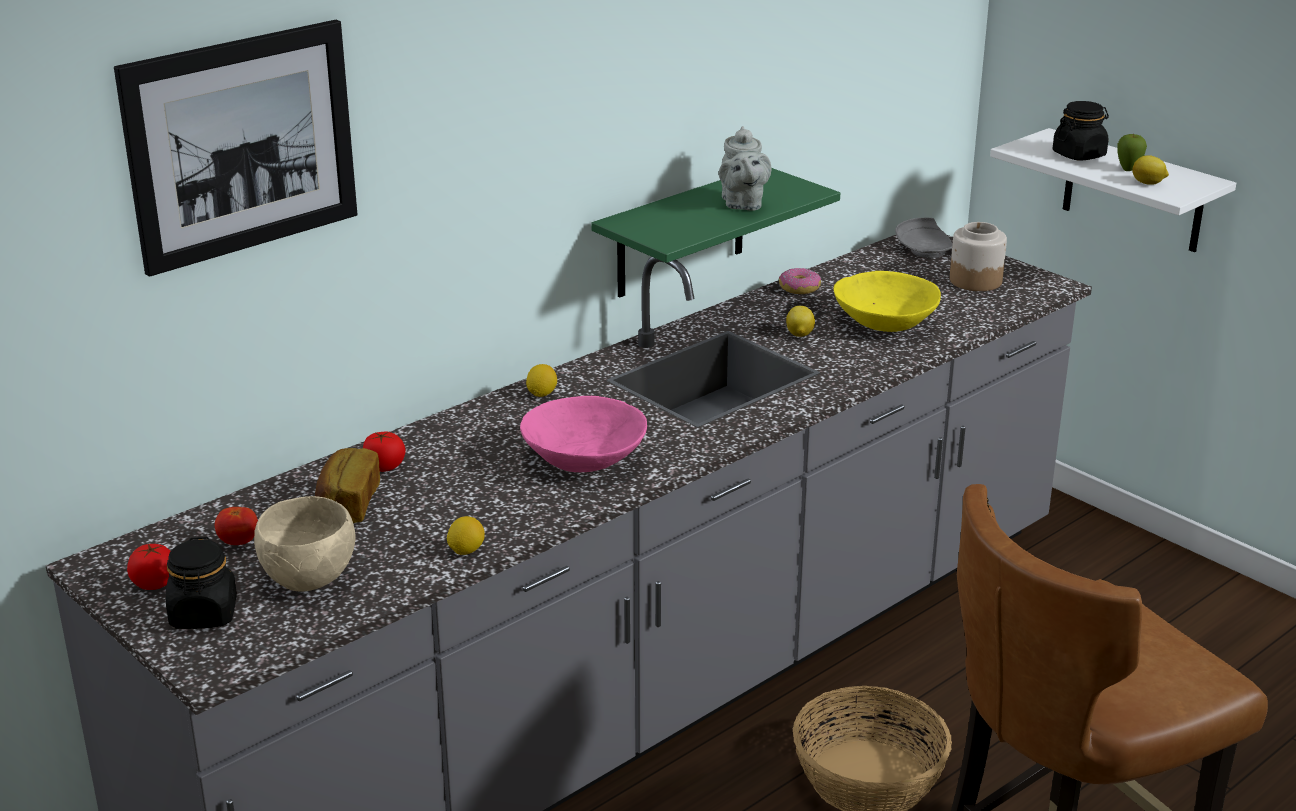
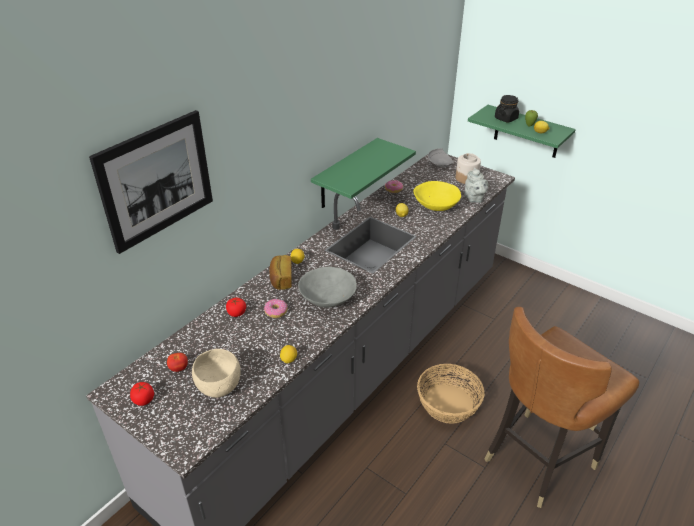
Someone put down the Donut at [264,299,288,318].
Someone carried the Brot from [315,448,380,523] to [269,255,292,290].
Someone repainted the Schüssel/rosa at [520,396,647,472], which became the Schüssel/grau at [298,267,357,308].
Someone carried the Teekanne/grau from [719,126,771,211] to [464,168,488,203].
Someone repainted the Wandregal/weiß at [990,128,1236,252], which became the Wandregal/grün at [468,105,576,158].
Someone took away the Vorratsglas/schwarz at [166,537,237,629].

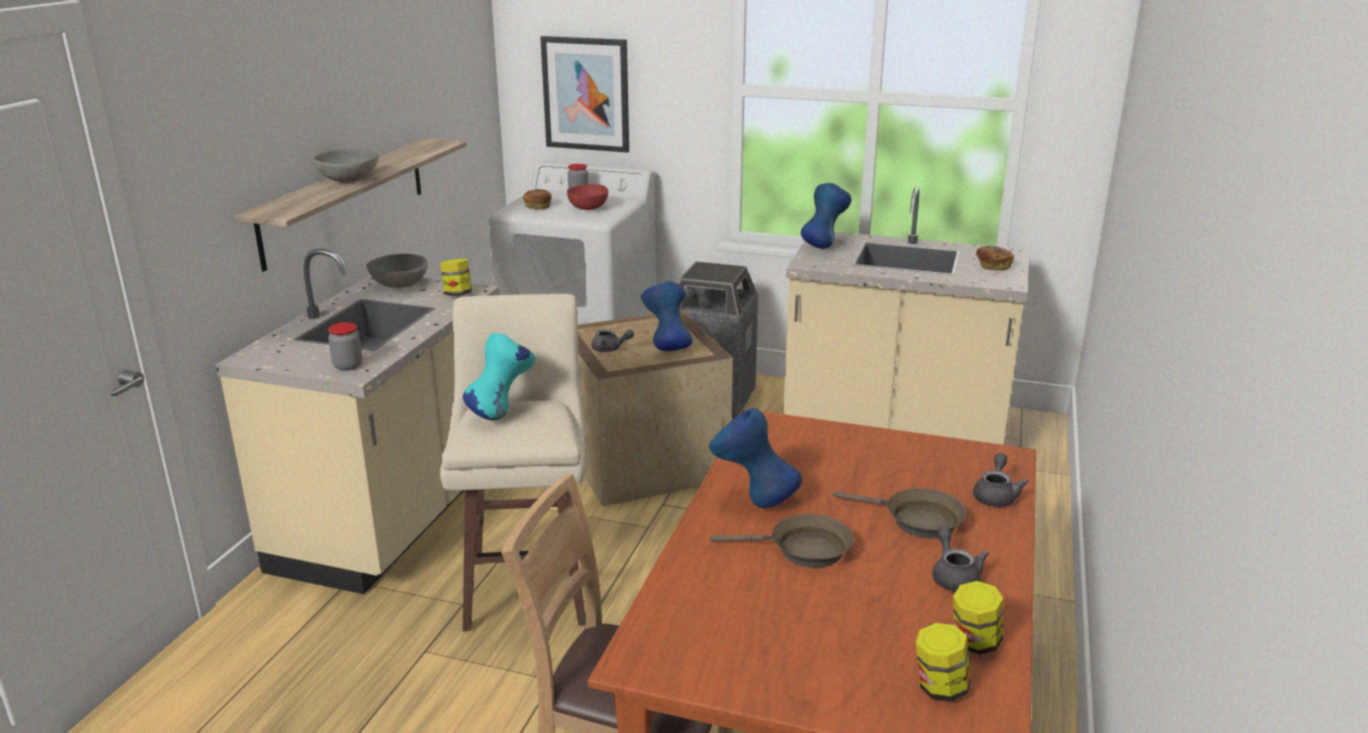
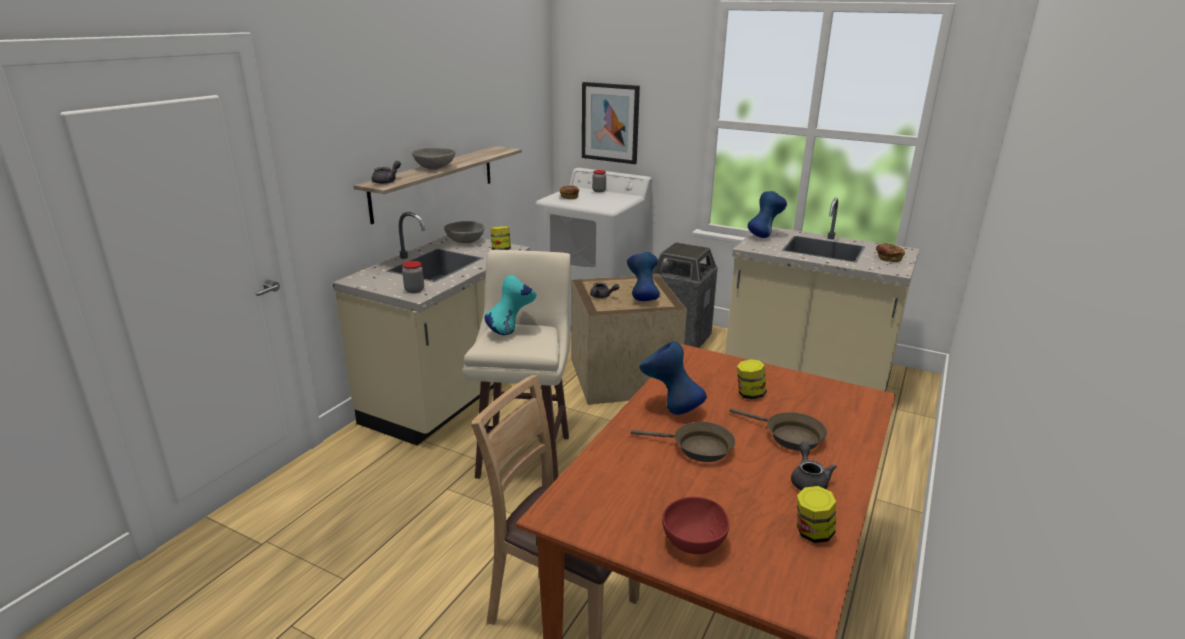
Someone carried the Teekanne/grau from [973,453,1028,507] to [372,161,401,184].
Someone carried the Schüssel/rot from [567,184,608,210] to [662,497,730,554].
Someone carried the Vorratsglas from [916,623,970,702] to [737,359,767,399].

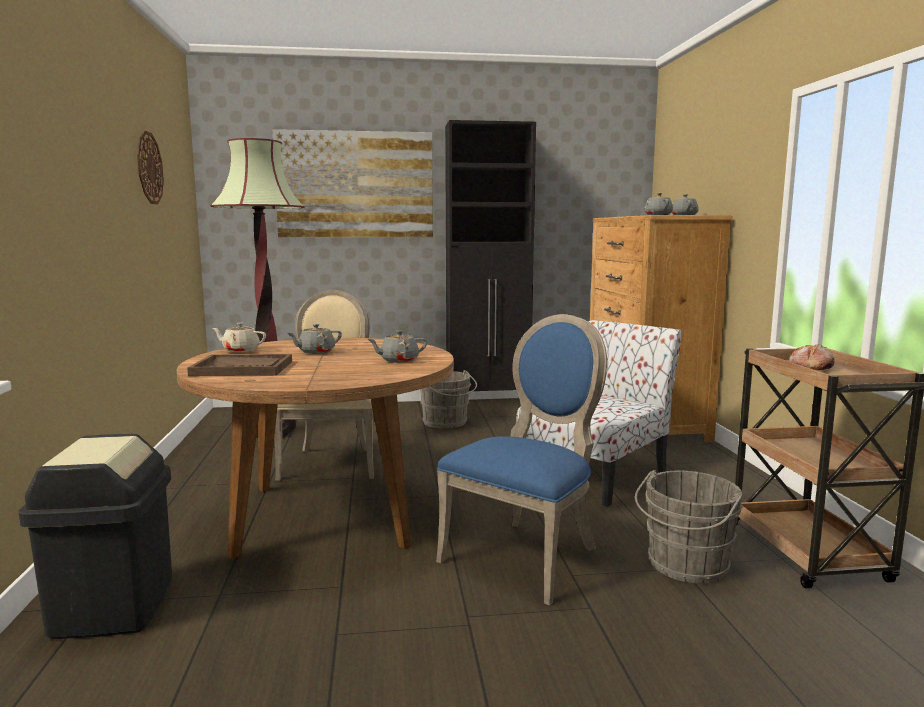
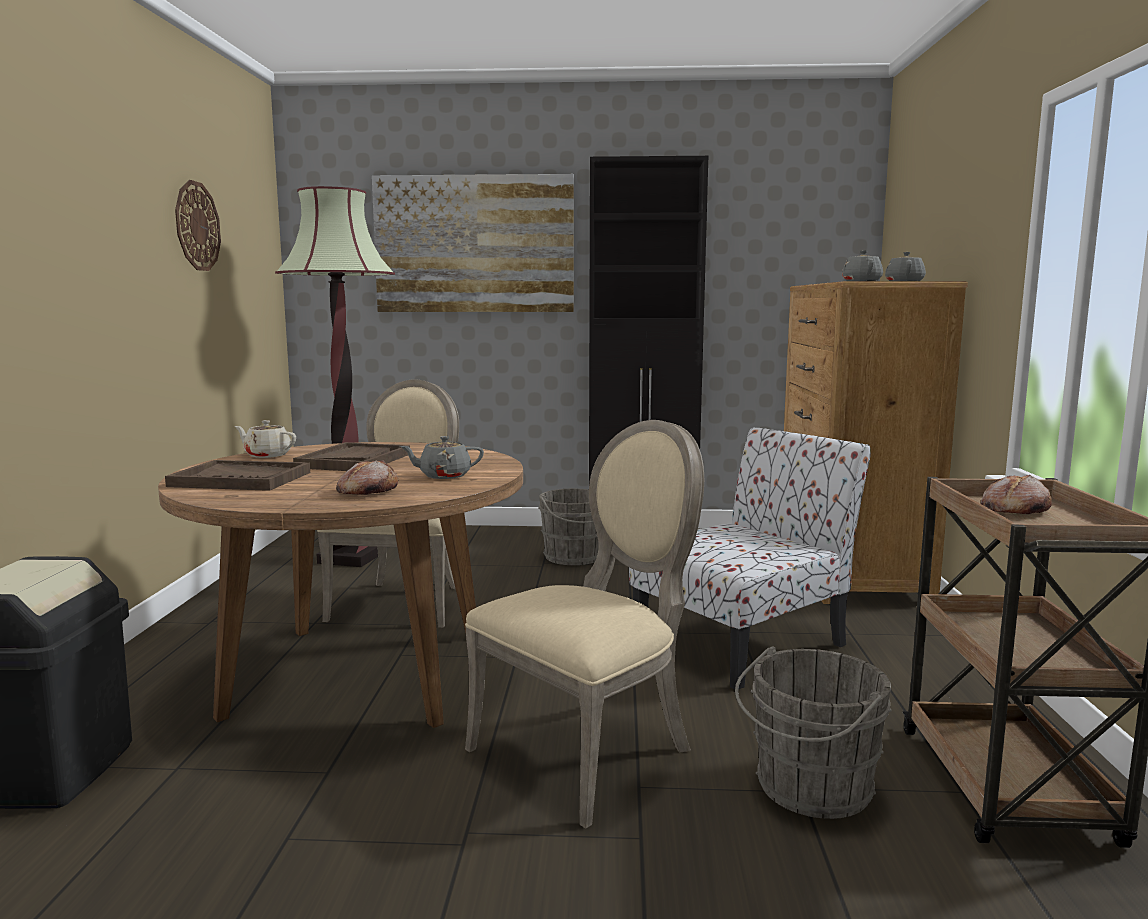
Someone swapped the Teekanne/grau at [287,324,342,354] for the Tablett/braun at [293,442,410,471].
Someone put down the Brot at [336,460,398,495].
Someone repainted the Stuhl/blau at [436,314,607,606], which became the Stuhl/beige at [465,420,704,829].

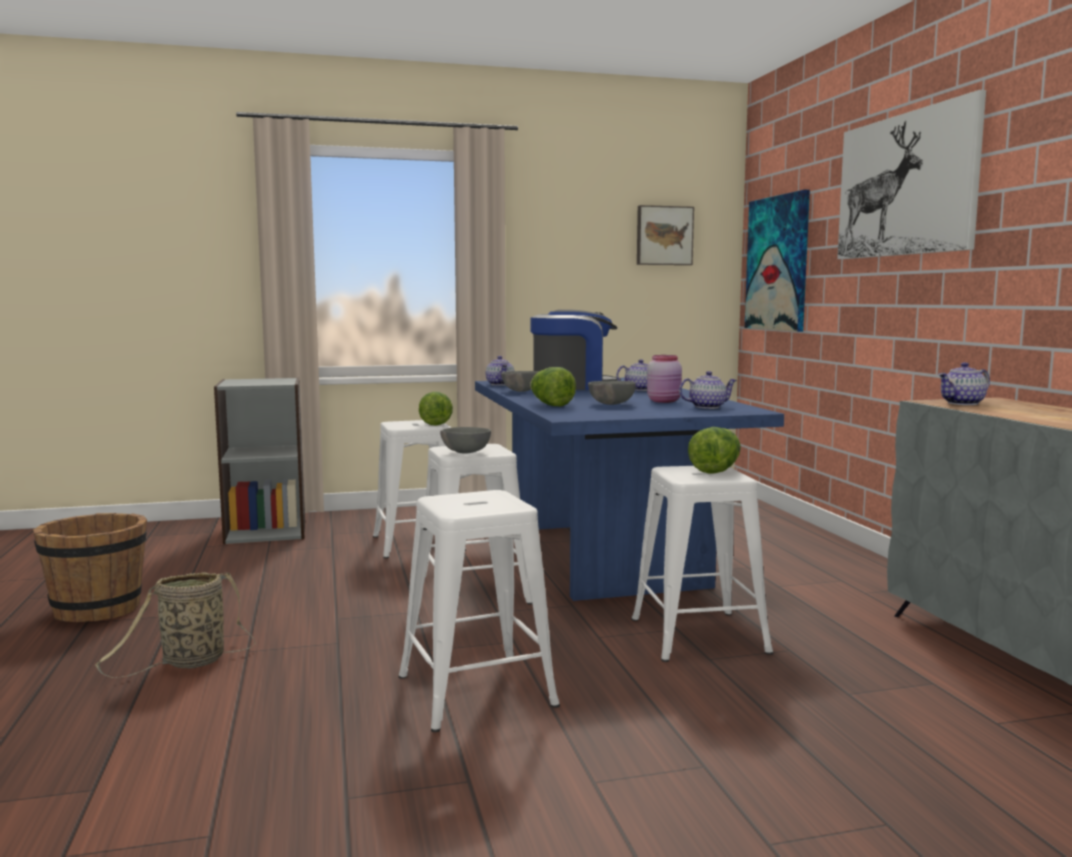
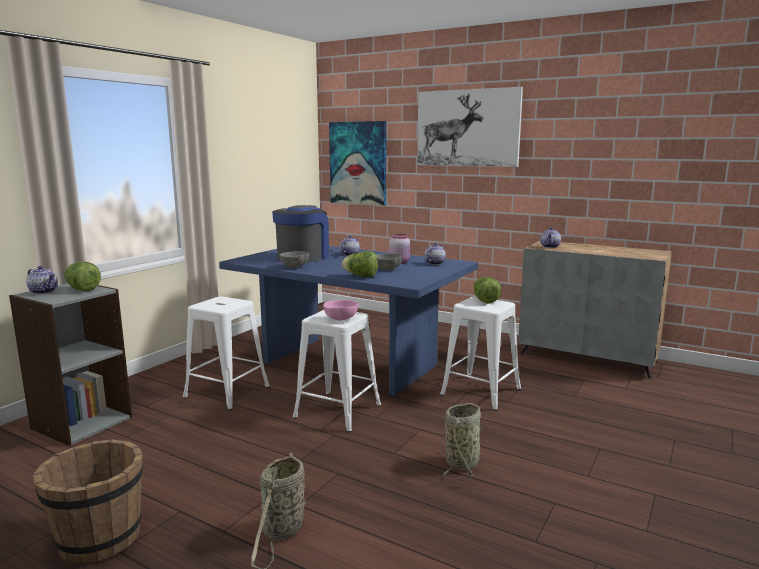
Someone carried the Teekanne from [486,356,514,386] to [26,266,58,294].
Someone carried the Salatkopf from [419,392,453,426] to [64,262,101,291].
Someone repainted the Schüssel/grau at [440,427,491,454], which became the Schüssel/rosa at [323,300,358,320].
Someone swapped the Hocker/weiß at [399,490,560,732] for the Korb at [443,403,482,479].
Someone took away the Bild at [637,205,694,265].

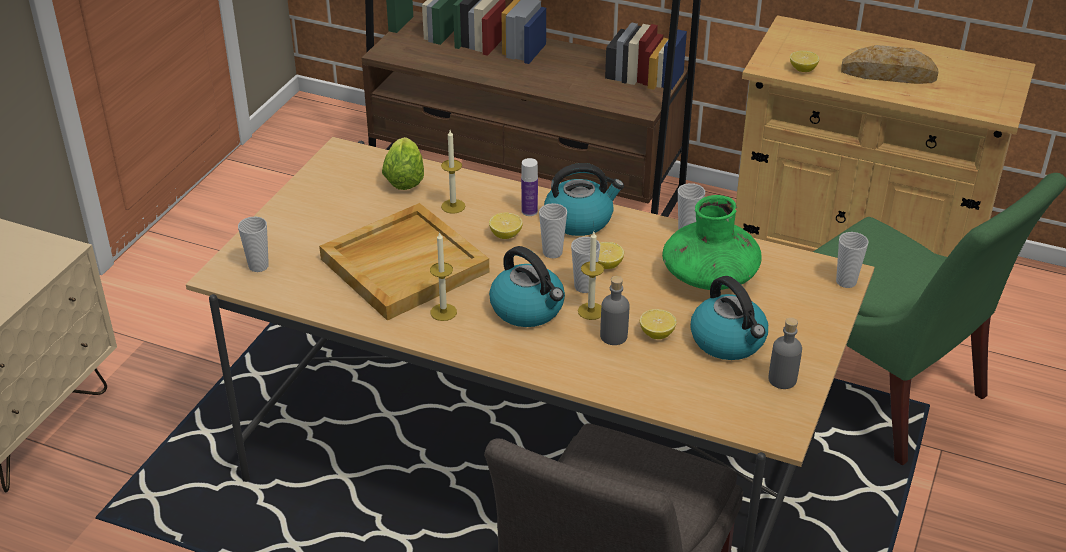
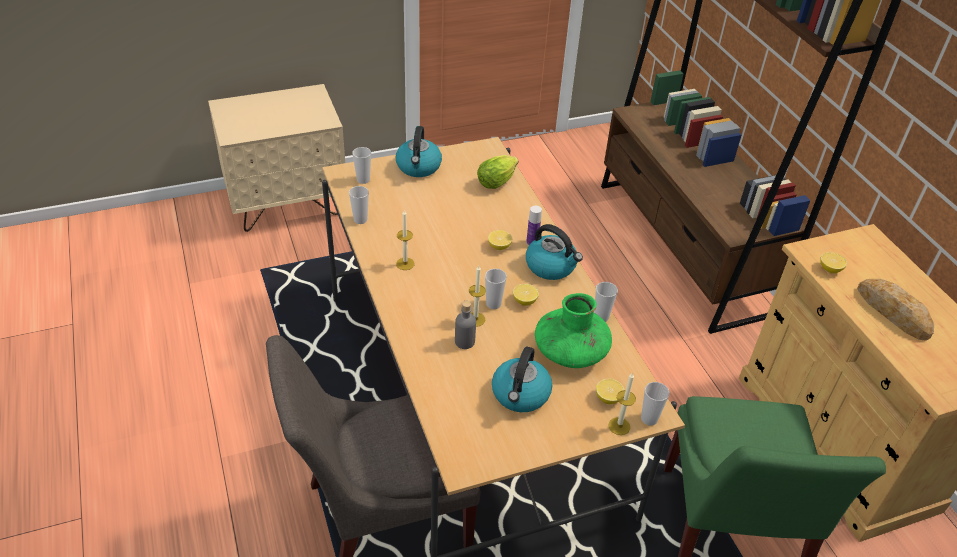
Someone carried the Tasse from [539,203,567,258] to [349,186,369,224].
Someone carried the Wasserkessel from [489,246,565,327] to [396,126,442,177].
Someone carried the Zitrone from [640,309,677,339] to [596,378,625,404].
Someone carried the Kerze from [441,130,465,214] to [608,372,636,435].
Someone took away the Tablett/beige at [319,203,489,321].
Someone took away the Flasche/grau at [768,318,802,389].

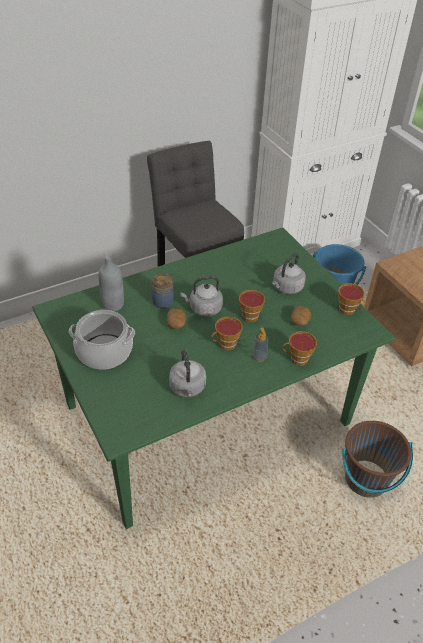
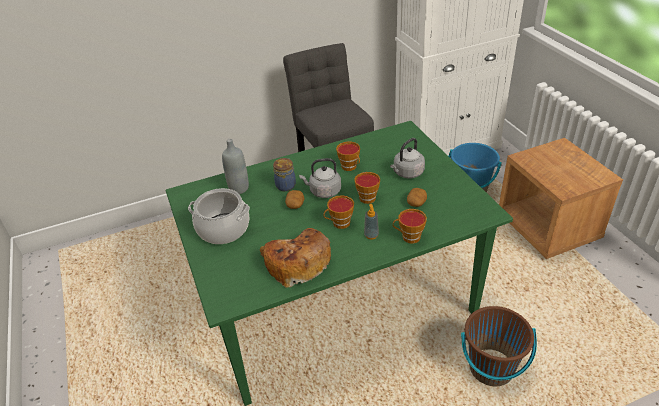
Someone swapped the Wasserkessel/grau at [169,350,206,397] for the Brot at [260,228,331,288].
Someone carried the Tasse from [338,283,365,315] to [336,142,360,171].

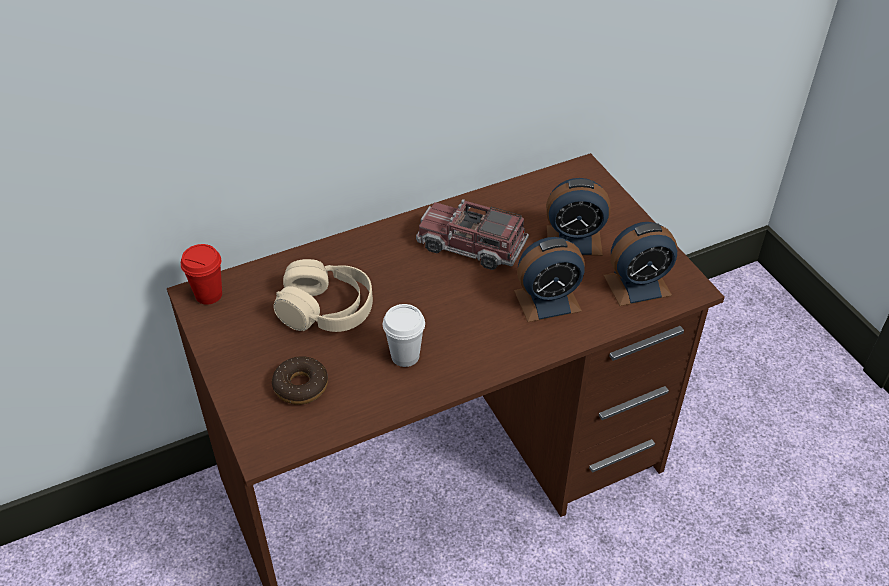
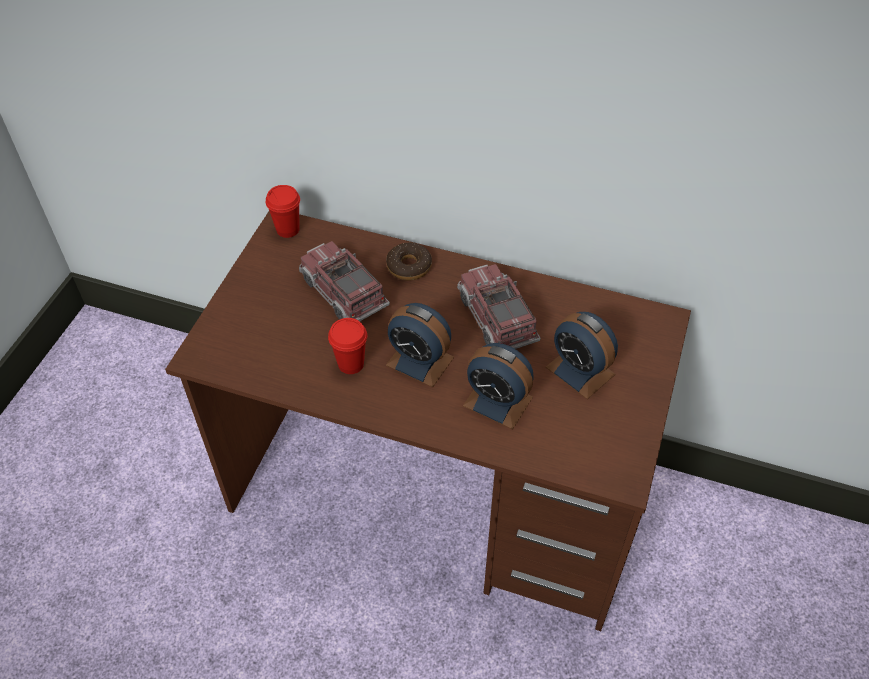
Someone swapped the Kopfhörer/beige at [274,259,373,332] for the Spielzeuglaster at [299,241,390,321].
Someone repainted the Tasse/weiß at [383,304,425,367], which became the Tasse/rot at [328,318,367,374].
Someone carried the Donut from [272,356,328,405] to [386,243,432,280].
Someone carried the Wecker from [603,222,677,306] to [386,303,454,387].

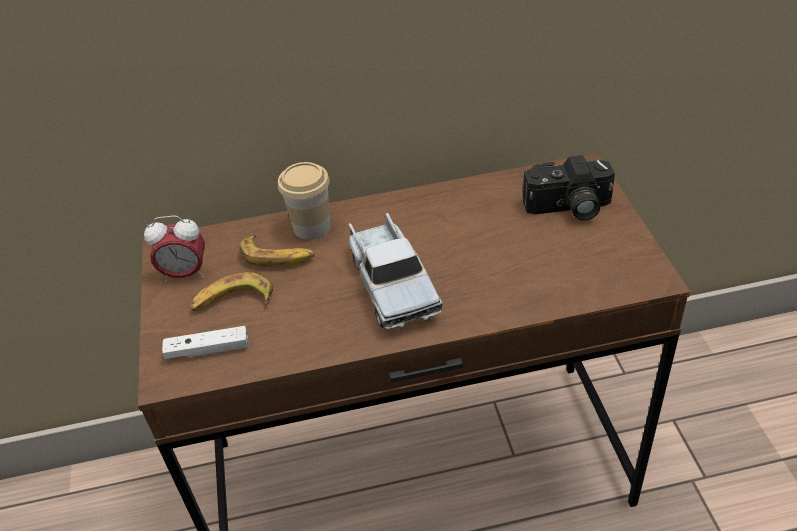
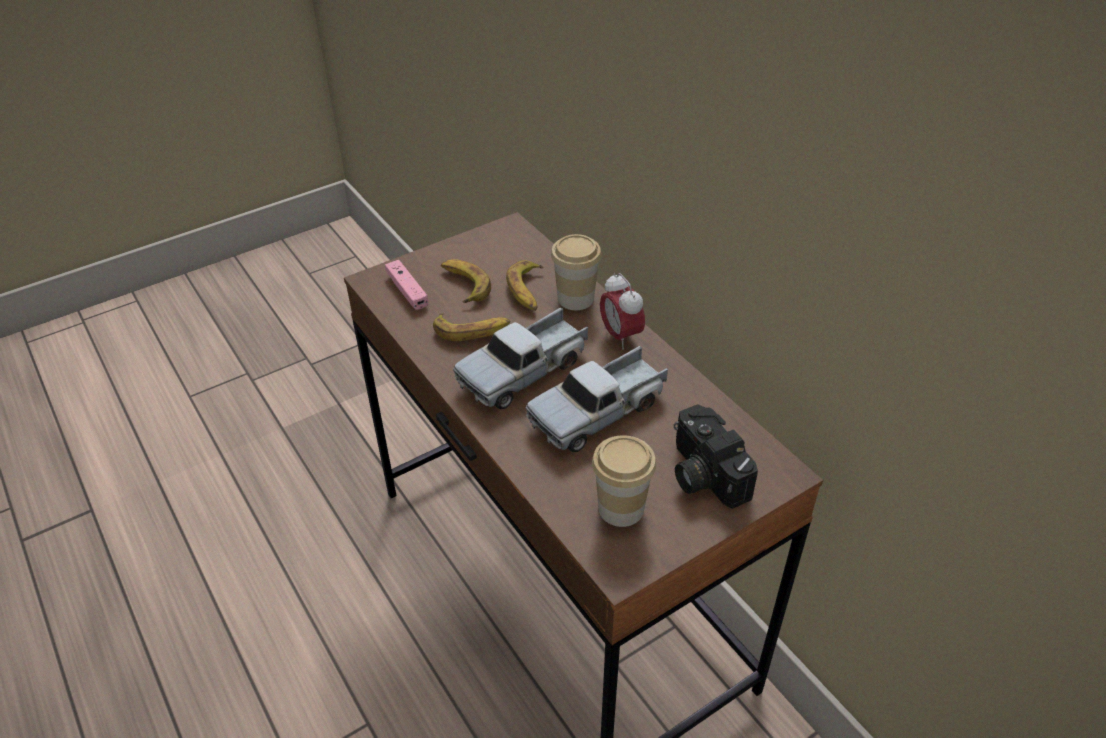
Someone repainted the Gamepad/weiß at [162,326,249,359], which became the Gamepad/rosa at [385,260,428,310].
Someone put down the Banane at [433,313,510,341].
Someone put down the Spielzeuglaster at [525,346,668,452].
Someone put down the Tasse at [592,435,656,527].
Someone carried the Wecker from [144,215,205,282] to [600,273,645,349].

